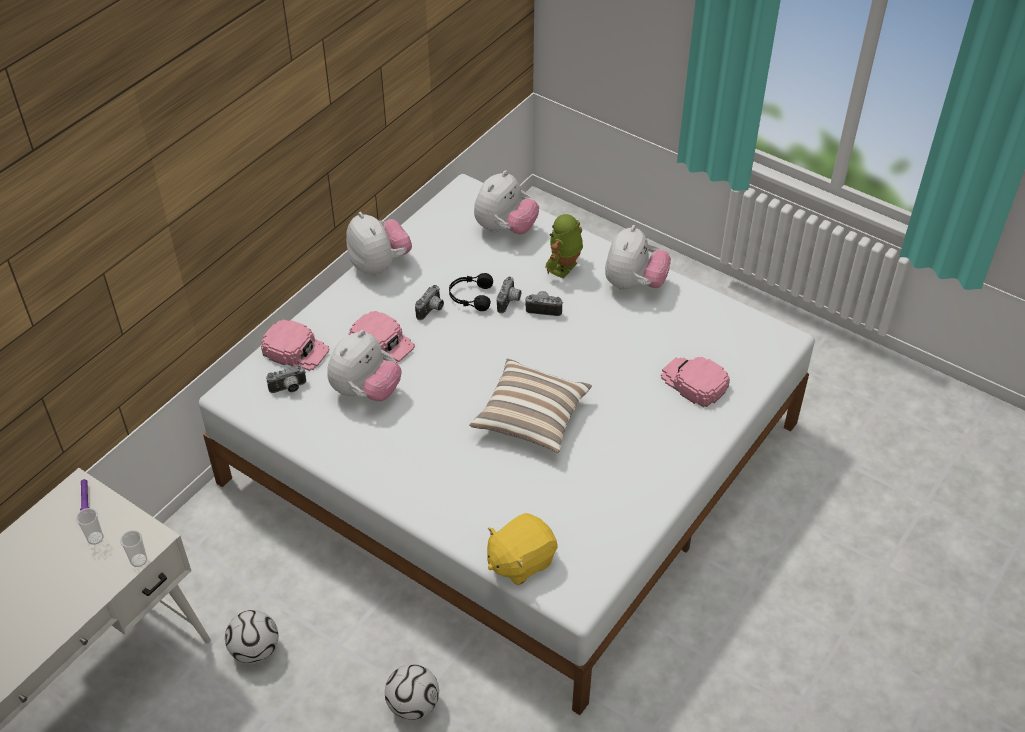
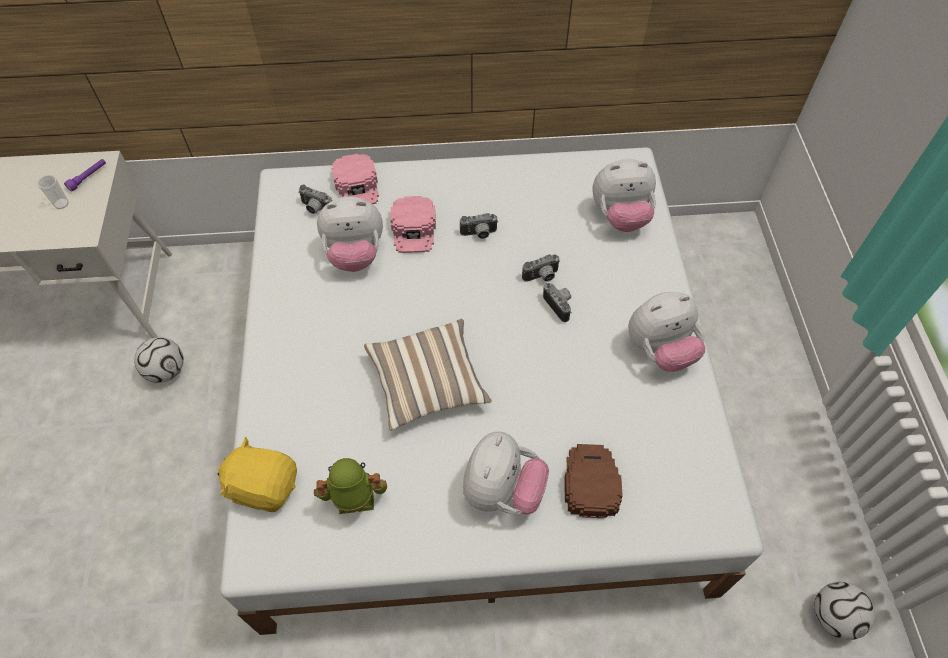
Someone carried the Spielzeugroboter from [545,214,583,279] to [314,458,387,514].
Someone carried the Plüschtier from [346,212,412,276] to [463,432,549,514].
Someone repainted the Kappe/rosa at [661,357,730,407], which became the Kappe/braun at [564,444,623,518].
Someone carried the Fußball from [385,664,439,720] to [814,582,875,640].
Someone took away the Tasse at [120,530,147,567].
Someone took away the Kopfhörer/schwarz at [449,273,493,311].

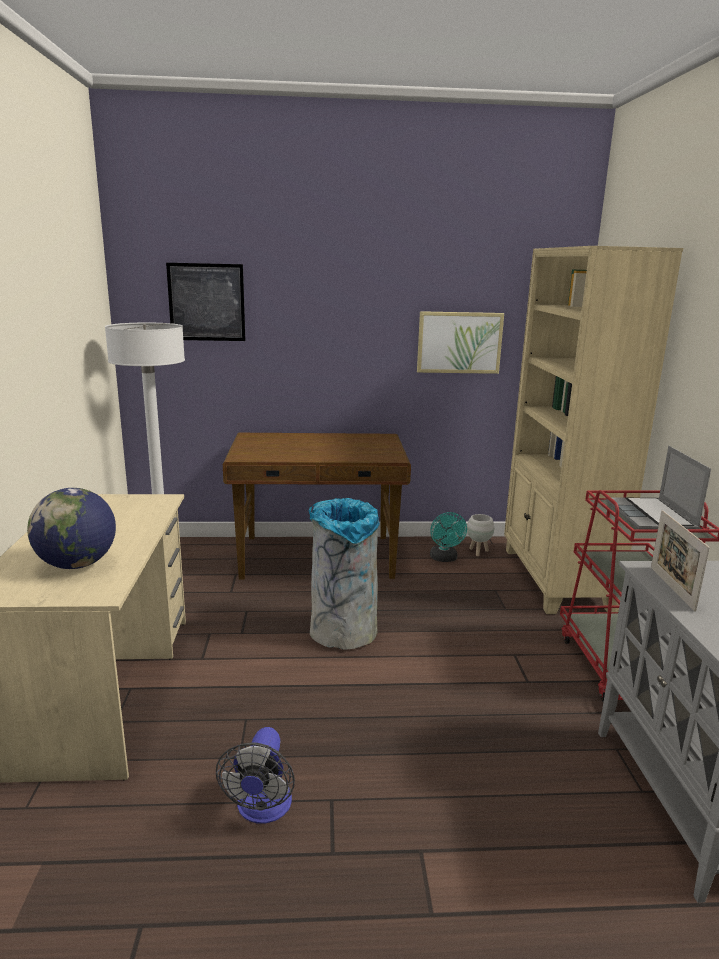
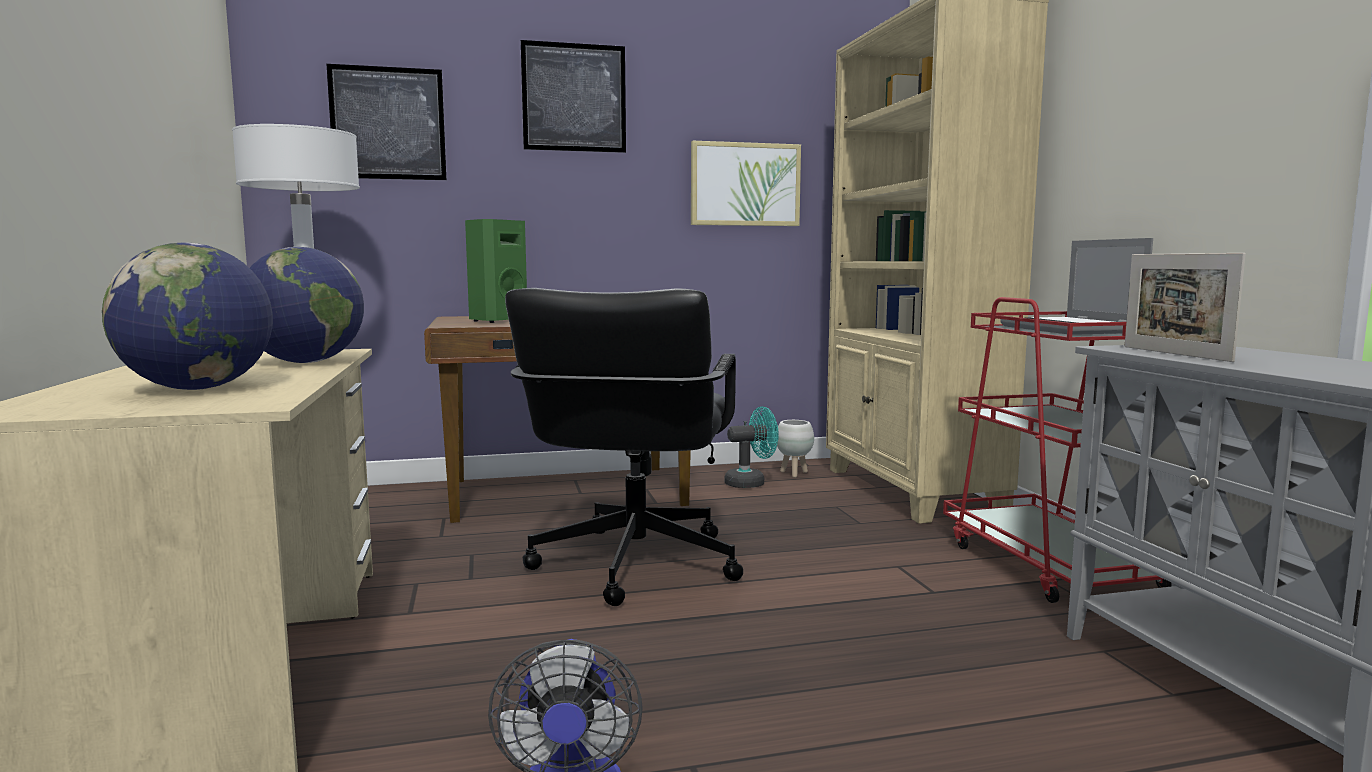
Someone put down the Globus at [250,247,364,363].
Someone put down the Lautsprecher/grün at [465,219,527,323].
Someone swapped the Mülleimer/grau at [309,498,380,650] for the Bürostuhl/schwarz at [505,288,743,606].
Someone put up the Bild at [520,40,626,153].
Someone rotated the Ventilator/türkis at [430,512,467,562] by 90 degrees counterclockwise.

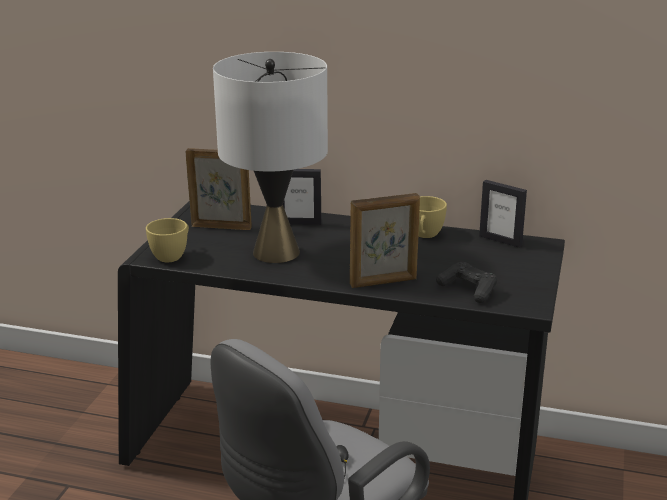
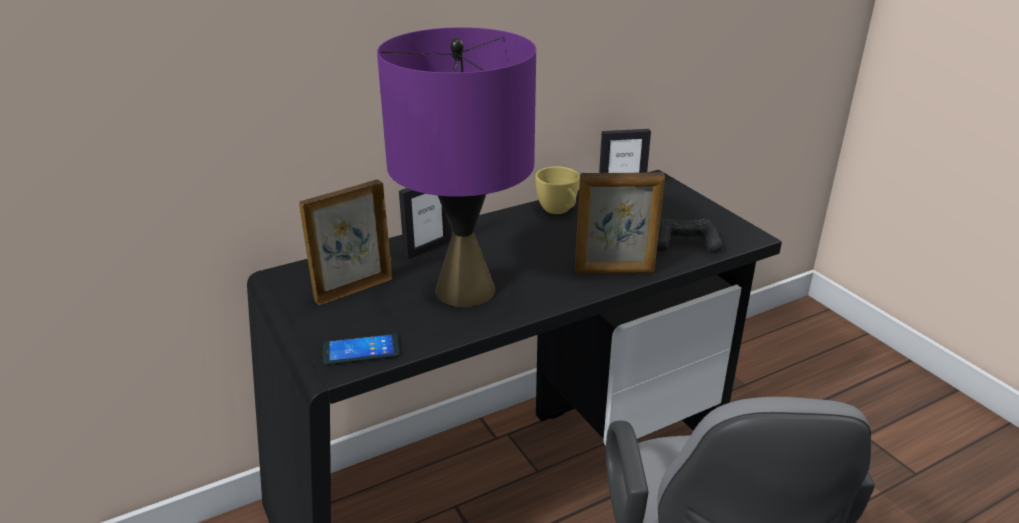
Someone swapped the Tasse/gelb at [146,218,189,262] for the Handy at [324,334,400,365].
Someone repainted the Tischlampe/weiß at [213,52,328,263], which became the Tischlampe/lila at [377,27,536,307].
Someone rotated the Bilderrahmen at [350,193,420,288] by 60 degrees clockwise.

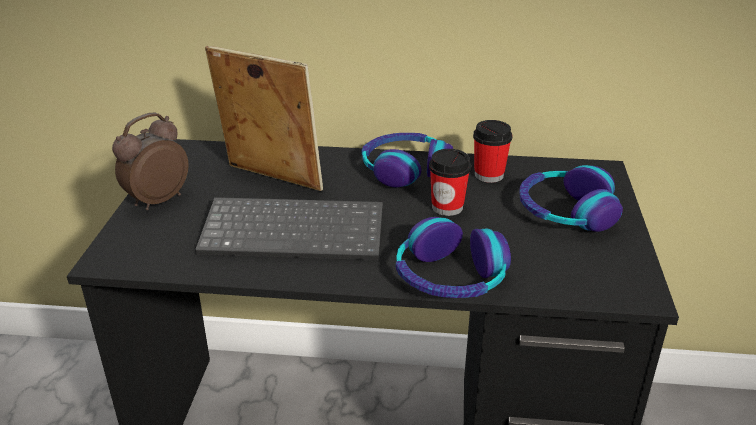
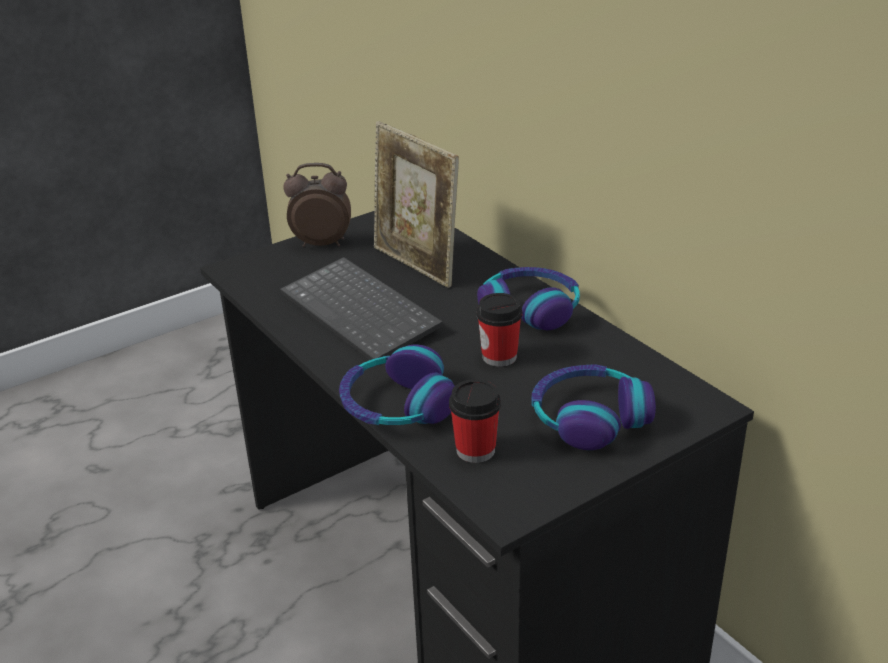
Someone rotated the Bilderrahmen at [205,46,323,191] by 150 degrees clockwise.
Someone carried the Tasse from [473,120,512,183] to [449,379,501,463].

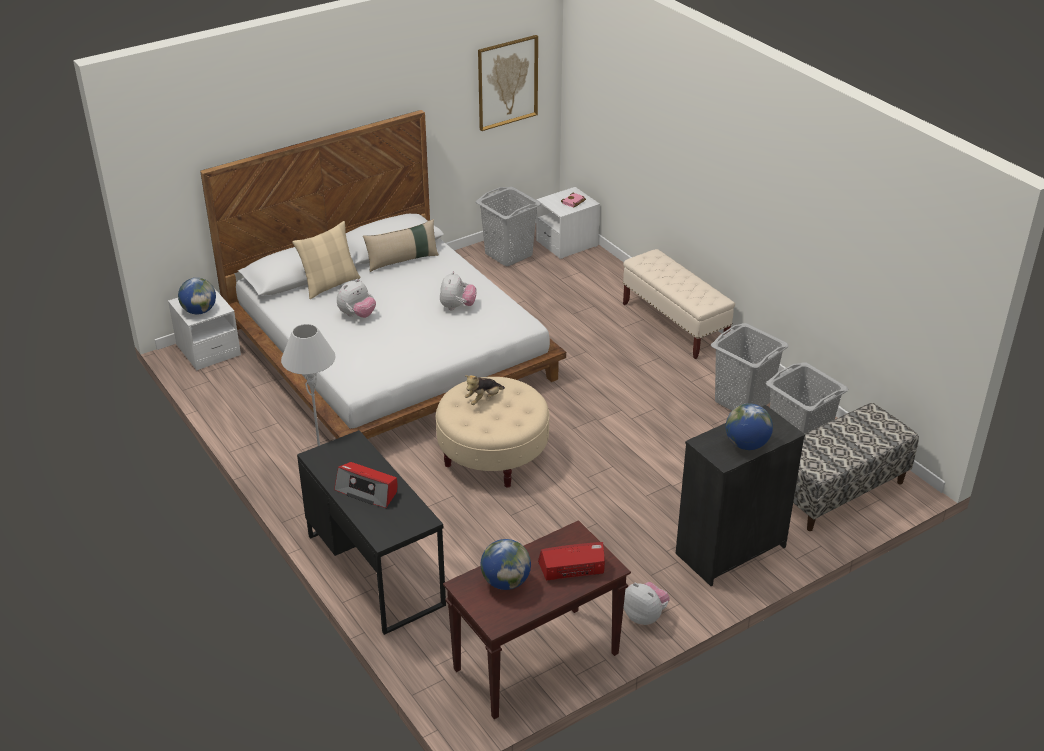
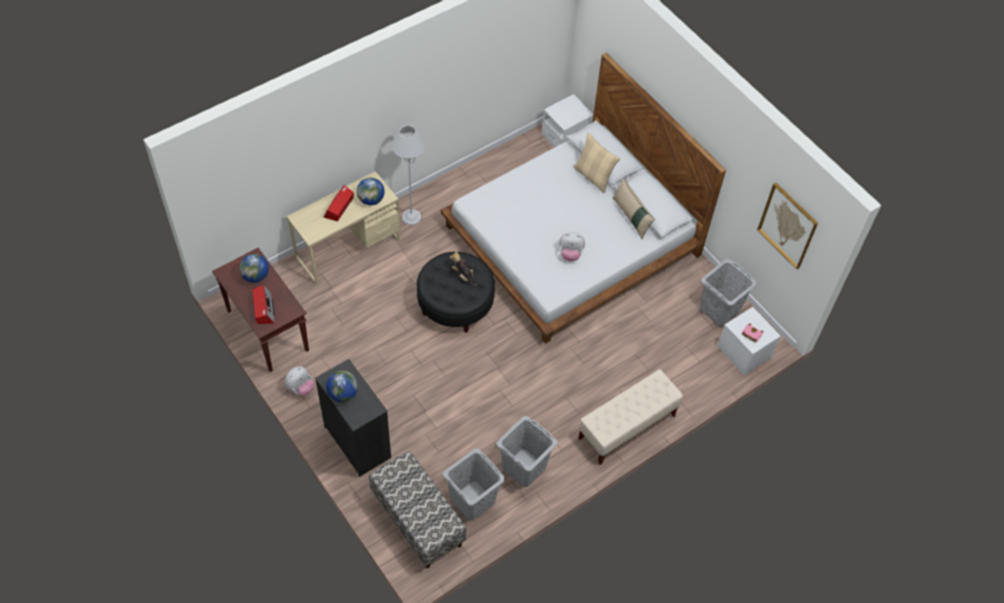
Someone repainted the Schreibtisch/schwarz at [297,430,446,635], which became the Schreibtisch/beige at [286,171,400,285].
Someone carried the Globus from [178,278,216,315] to [357,178,385,205].
Someone repainted the Polsterhocker/beige at [436,377,550,488], which became the Polsterhocker/schwarz at [417,252,495,333].
Someone took away the Plüschtier at [337,279,376,318].

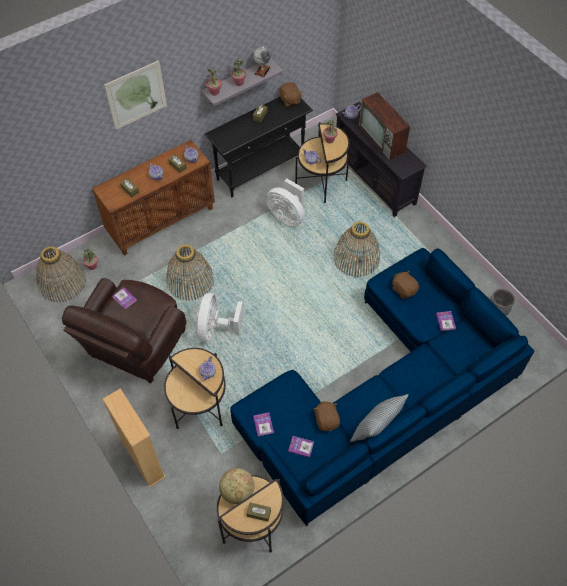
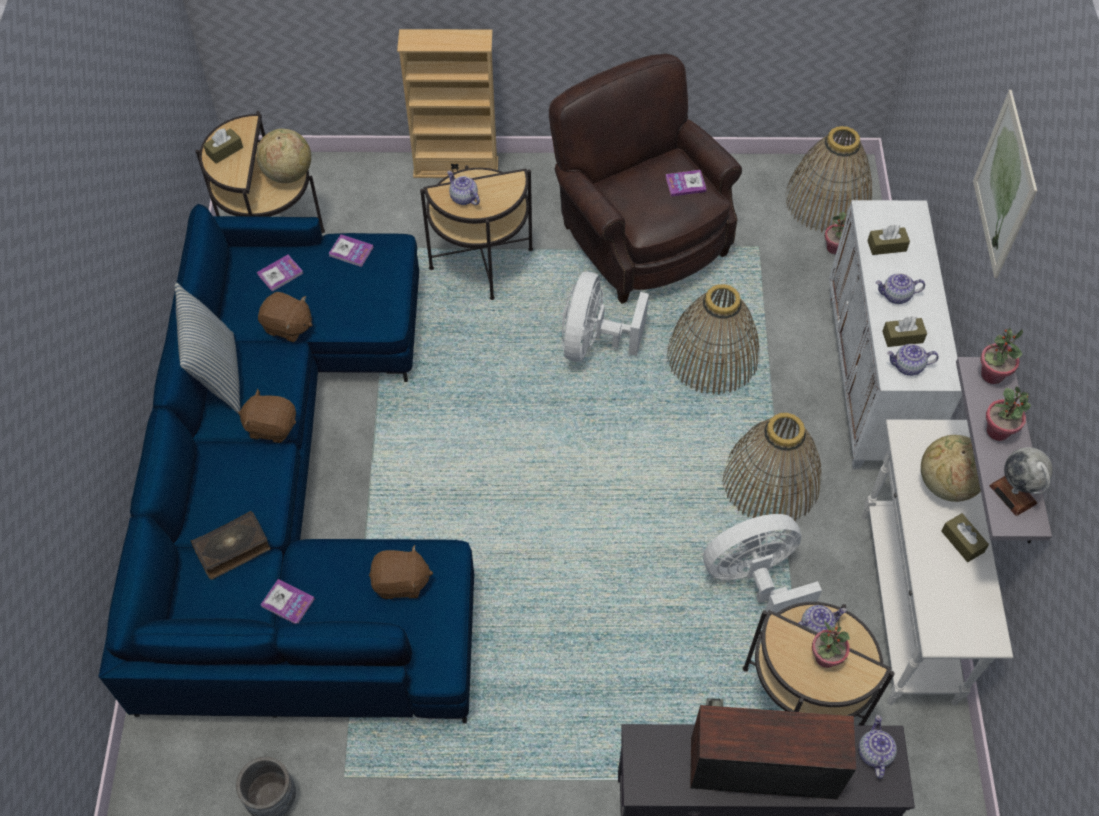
Someone put down the Buch at [190,511,271,580].
Someone carried the Plüschtier/braun from [279,82,302,107] to [238,389,296,443].
Someone rotated the Ventilator/weiß at [196,293,244,342] by 120 degrees counterclockwise.
Someone carried the Korb from [333,222,380,277] to [722,413,821,521].
Someone repainted the Schrank/braun at [92,140,215,256], which became the Schrank/weiß at [829,200,962,469].
Someone repainted the Konsolentisch/schwarz at [205,97,313,197], which became the Konsolentisch/weiß at [862,419,1013,705].
Someone put down the Globus at [921,435,981,502].

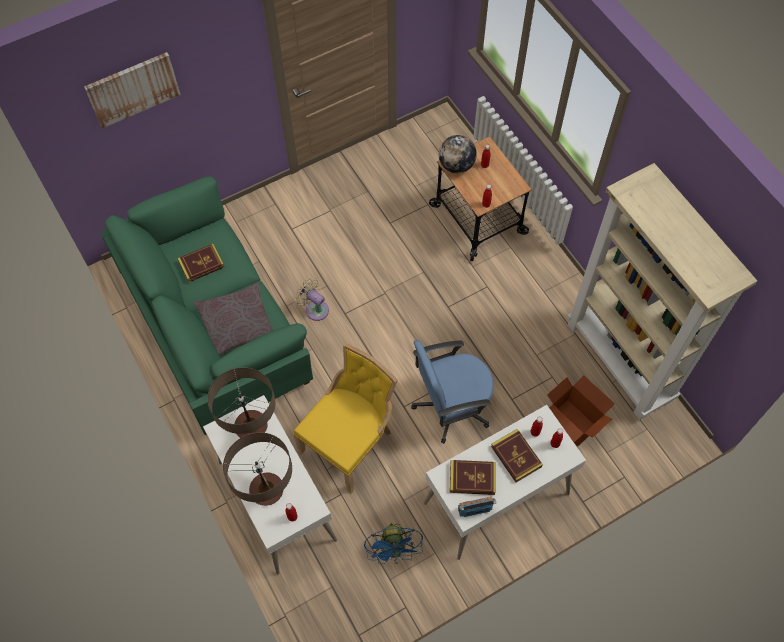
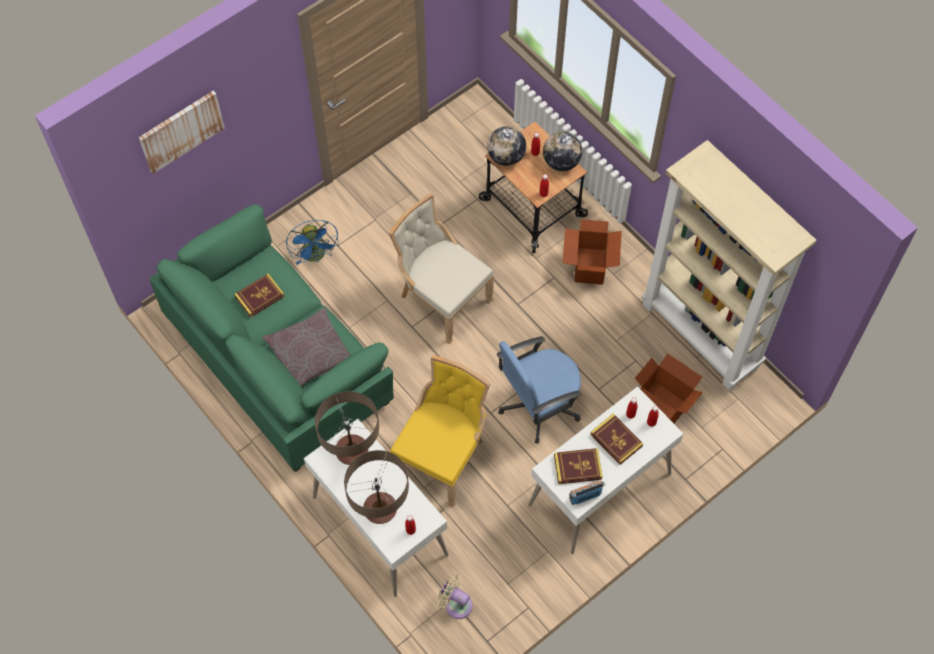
Someone carried the Ventilator/blau from [364,523,423,564] to [286,220,339,265].
Someone put down the Stuhl/beige at [389,193,494,344].
Someone carried the Ventilator/beige from [295,278,329,321] to [437,574,473,619].
Someone put down the Globus at [543,132,582,171].
Someone put down the Karton at [563,219,622,285].

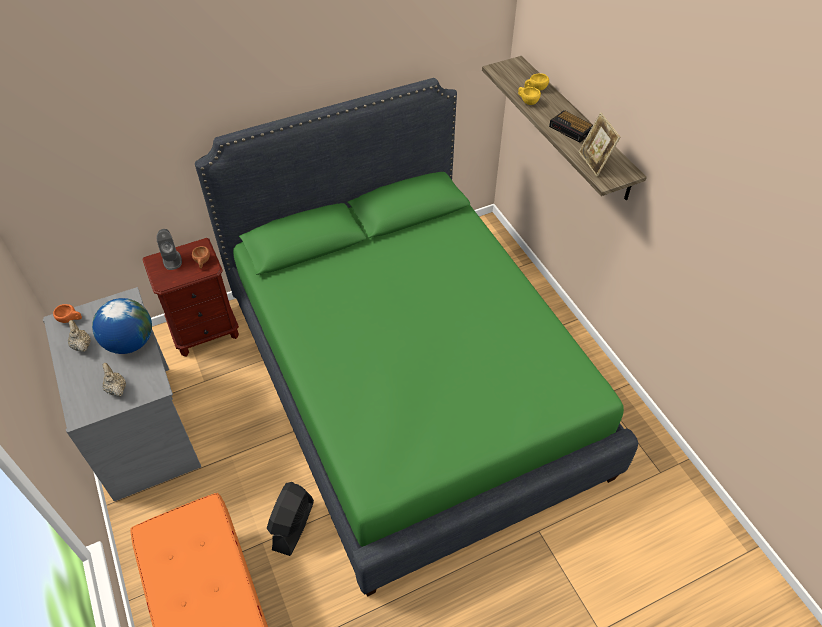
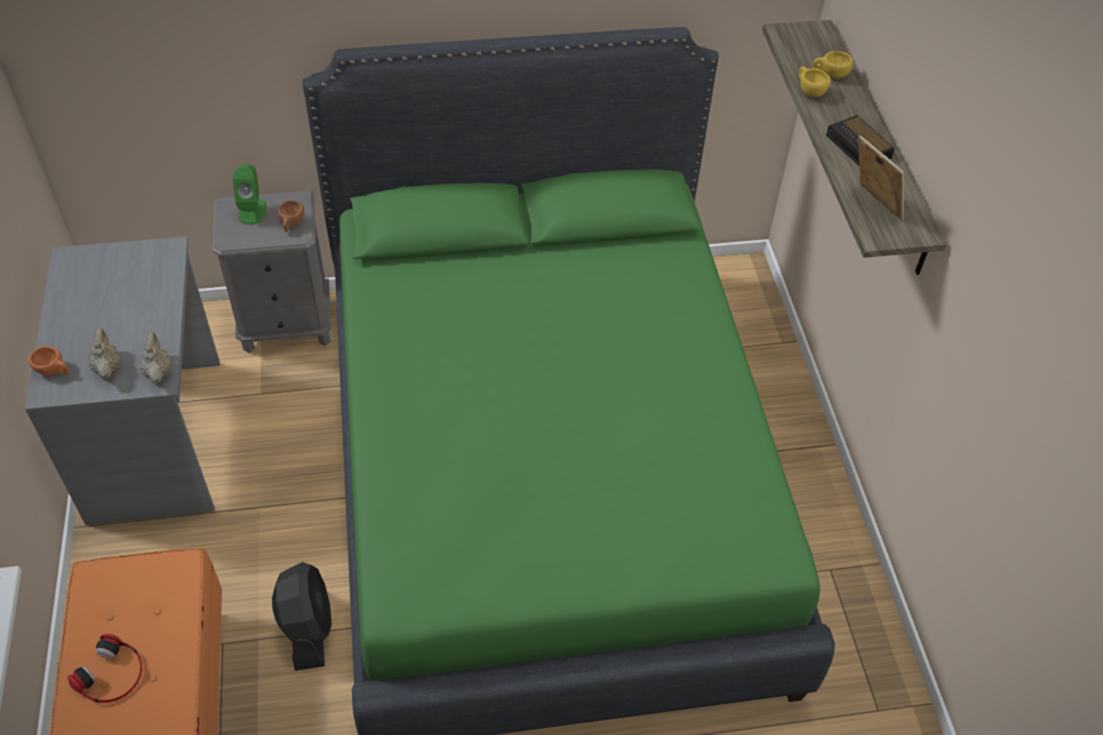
Someone carried the Tasse/orange from [53,304,82,323] to [29,346,69,375].
Someone put down the Kopfhörer at [67,634,142,703].
Someone carried the Teekanne/beige from [68,320,91,352] to [139,332,171,383].
Someone repainted the Nachttisch/braun at [142,238,239,357], which became the Nachttisch/grau at [212,191,331,353].
Someone repainted the Lautsprecher/grau at [157,229,182,270], which became the Lautsprecher/grün at [232,164,266,225].
Someone rotated the Ventilator/schwarz at [267,482,314,556] by 135 degrees clockwise.
Someone rotated the Bilderrahmen at [579,112,621,177] by 150 degrees clockwise.
Someone took away the Globus at [92,298,152,354].

